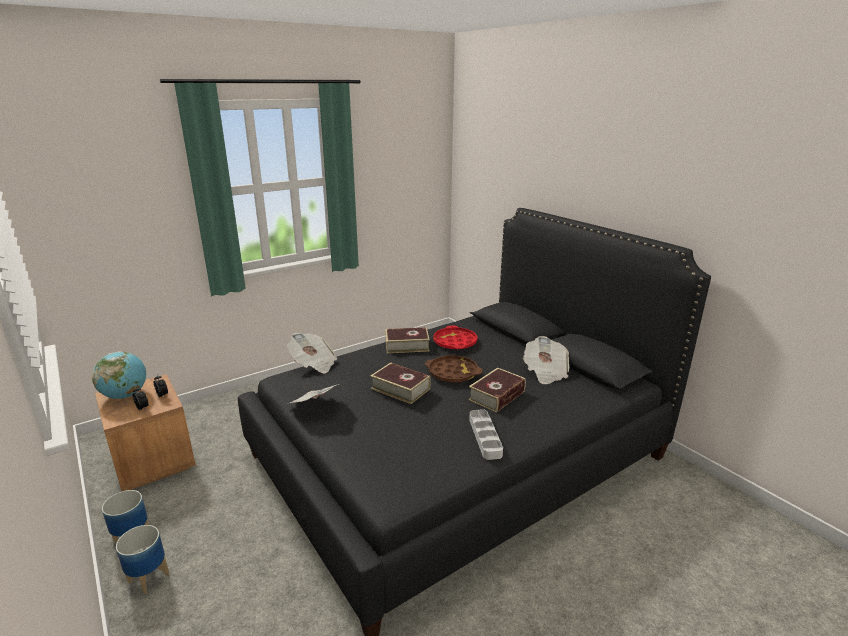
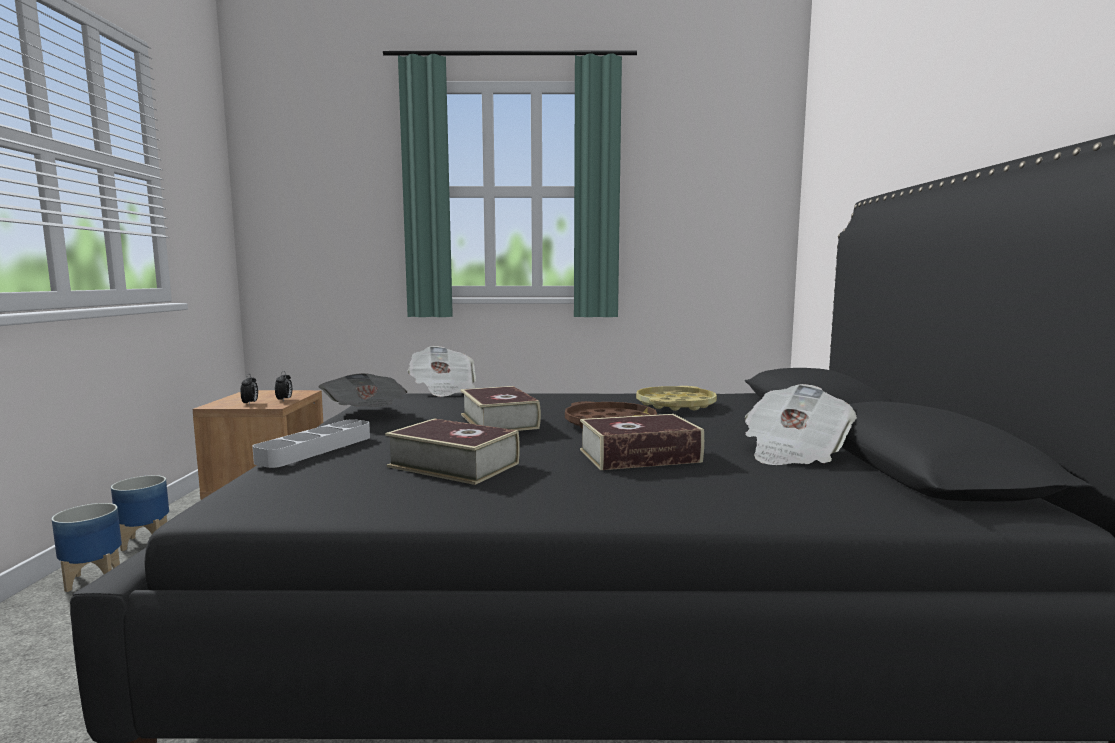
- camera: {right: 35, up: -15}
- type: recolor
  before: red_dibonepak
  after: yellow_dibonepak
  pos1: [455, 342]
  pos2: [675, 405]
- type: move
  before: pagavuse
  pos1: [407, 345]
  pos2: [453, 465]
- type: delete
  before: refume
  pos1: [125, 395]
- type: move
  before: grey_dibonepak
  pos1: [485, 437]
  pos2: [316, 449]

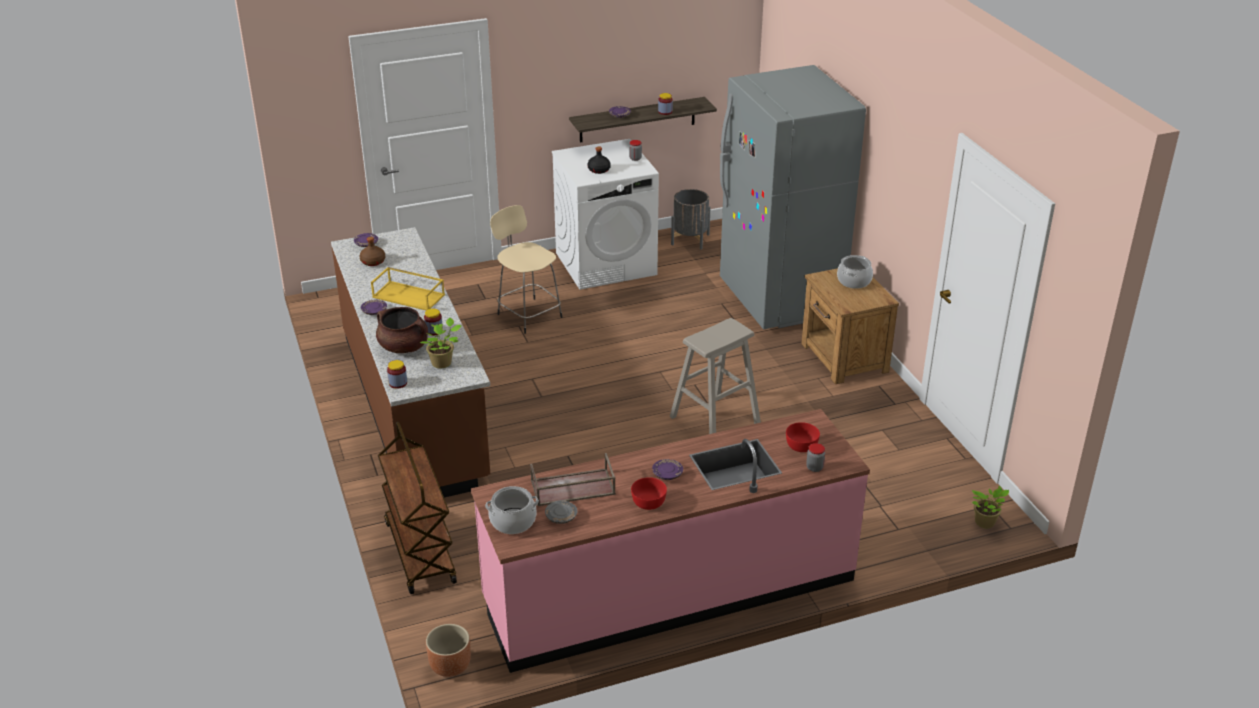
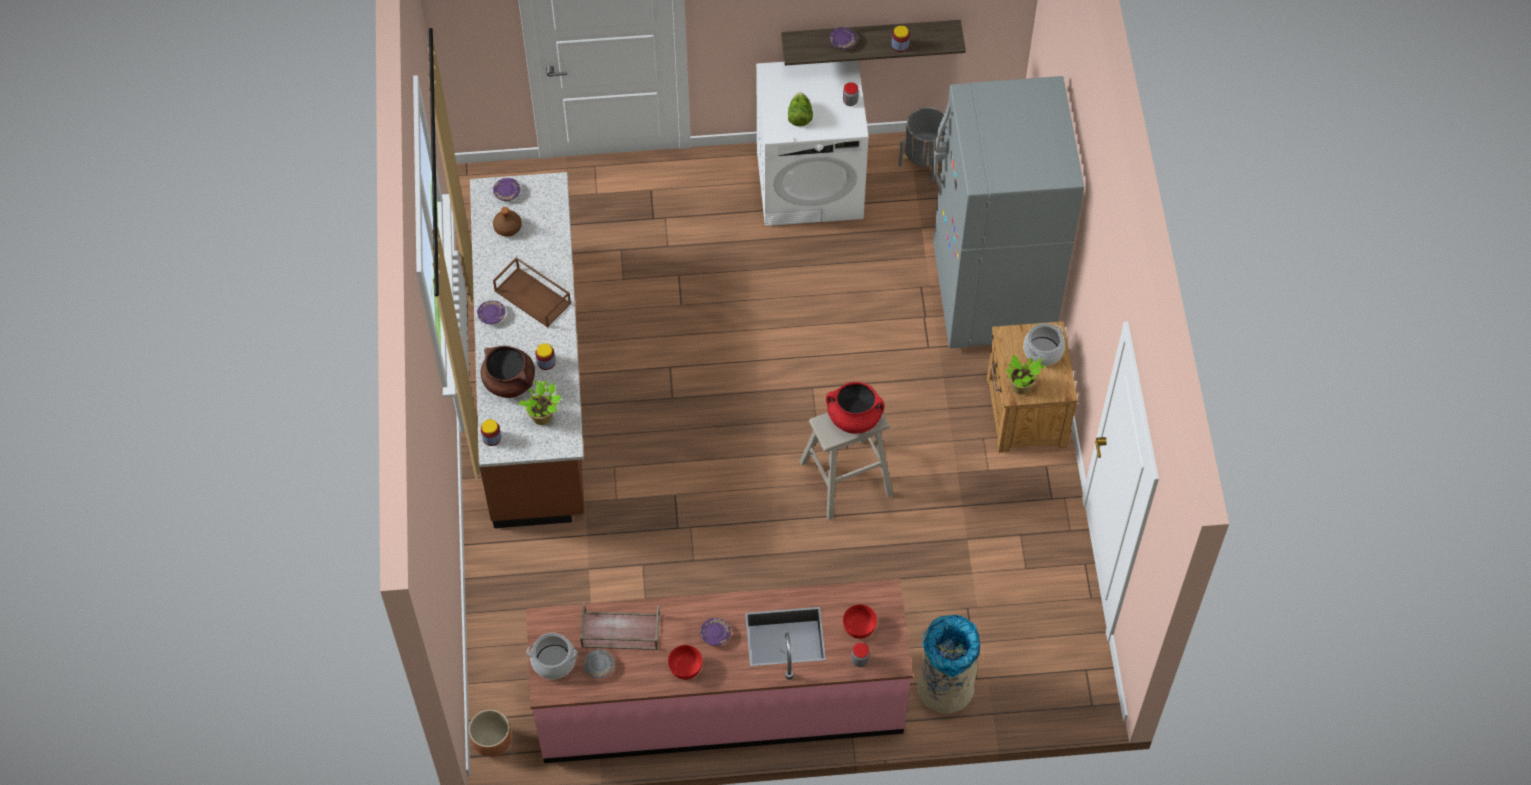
- camera: {right: 15, up: 25}
- type: replace
  before: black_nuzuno
  after: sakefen
  pos1: [598, 170]
  pos2: [799, 116]
- type: delete
  before: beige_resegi
  pos1: [528, 314]
- type: recolor
  before: yellow_dibonepak
  after: brown_dibonepak
  pos1: [409, 296]
  pos2: [534, 297]
- type: delete
  before: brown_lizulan
  pos1: [419, 552]
- type: move
  before: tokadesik
  pos1: [985, 523]
  pos2: [1021, 388]
- type: insert
  after: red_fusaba
  pos2: [854, 418]
- type: insert
  after: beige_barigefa
  pos2: [945, 688]

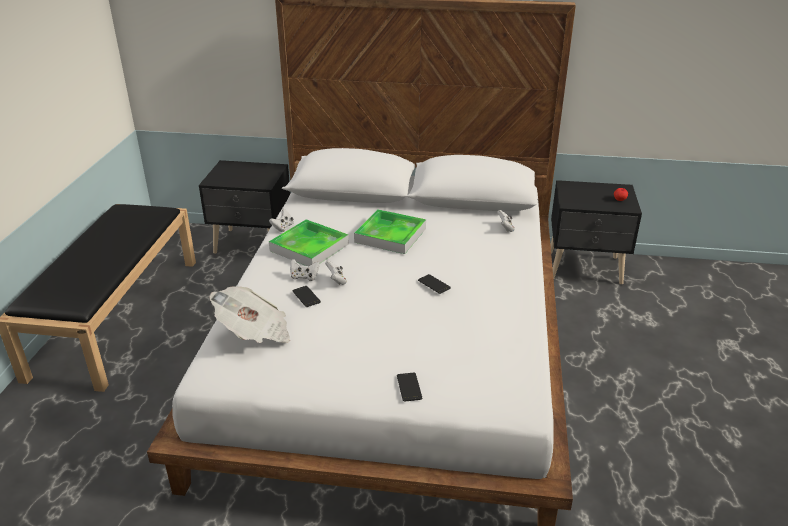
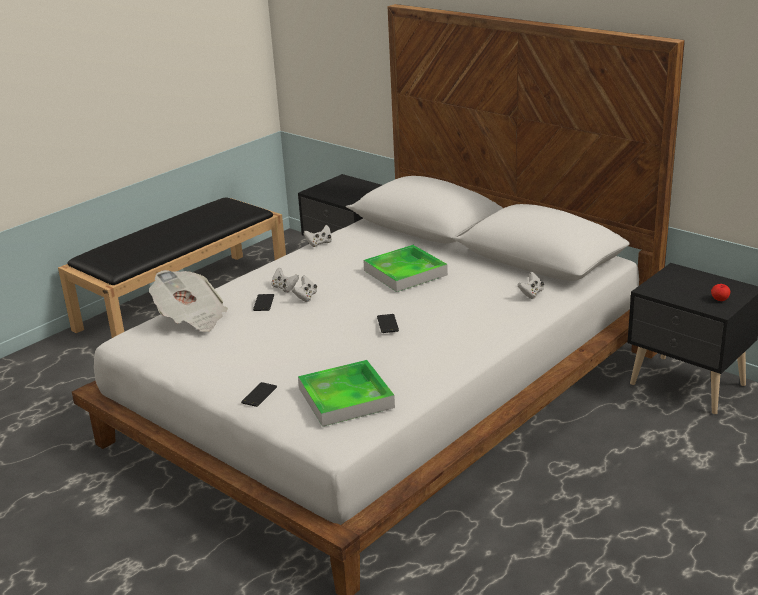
- camera: {right: 35, up: -5}
- type: move
  before: dibonepak
  pos1: [309, 247]
  pos2: [346, 398]

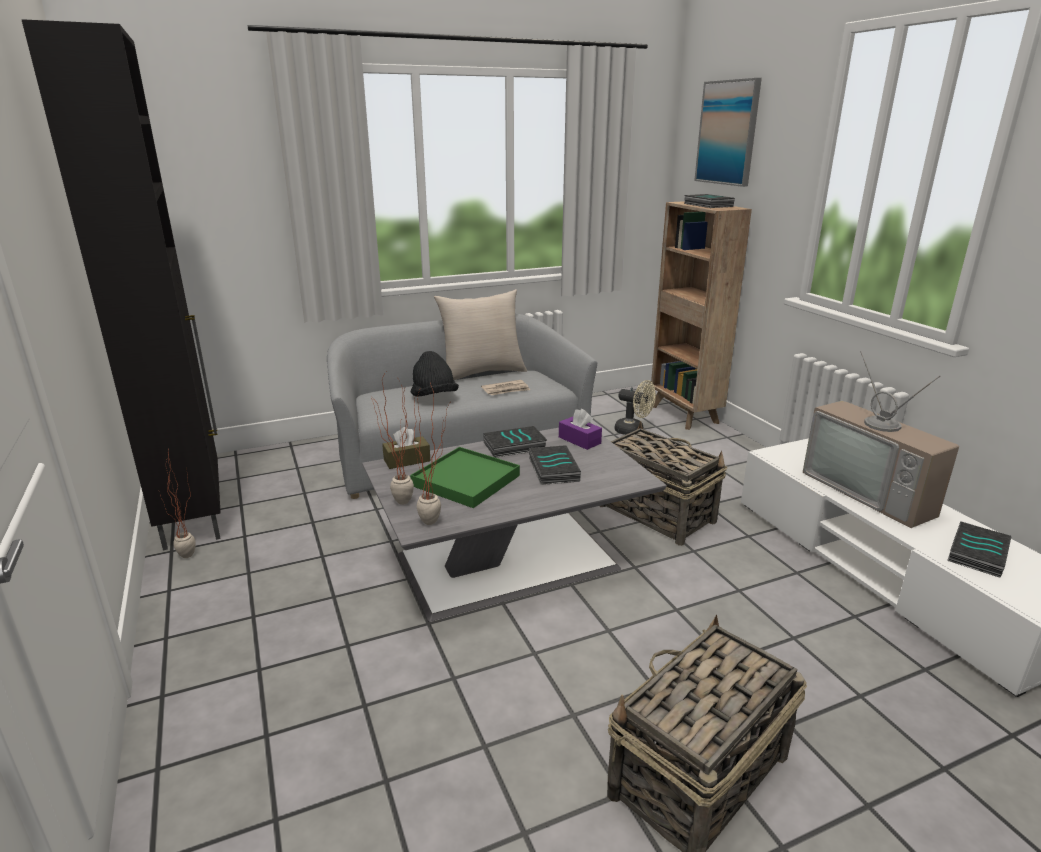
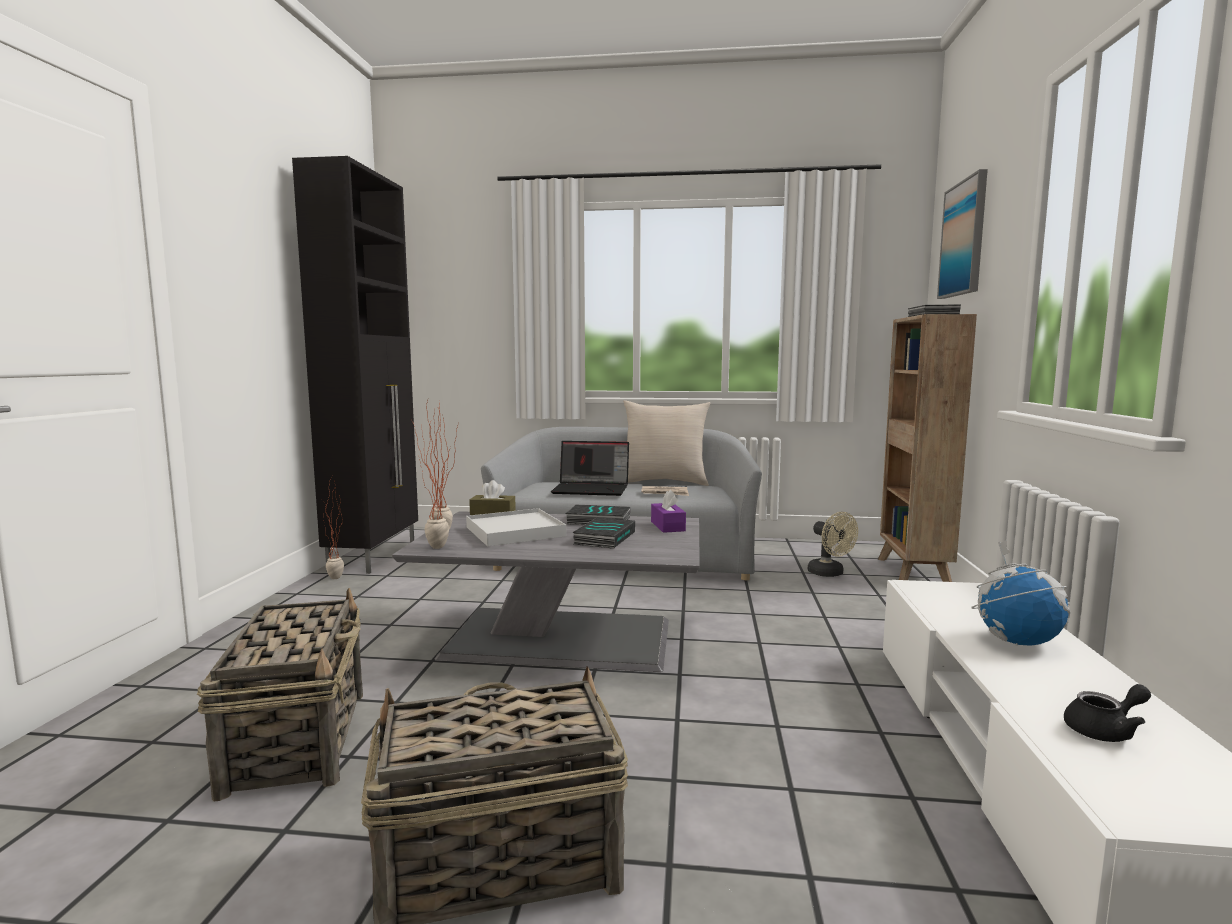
- camera: {right: 30, up: -15}
- type: replace
  before: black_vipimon
  after: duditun
  pos1: [434, 397]
  pos2: [592, 489]
- type: replace
  before: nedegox
  after: refume
  pos1: [873, 492]
  pos2: [1017, 641]
- type: move
  before: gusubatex
  pos1: [655, 512]
  pos2: [298, 739]
- type: recolor
  before: green_dibonepak
  after: white_dibonepak
  pos1: [466, 480]
  pos2: [515, 532]
- type: replace
  before: pagavuse
  after: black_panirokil
  pos1: [976, 553]
  pos2: [1105, 731]

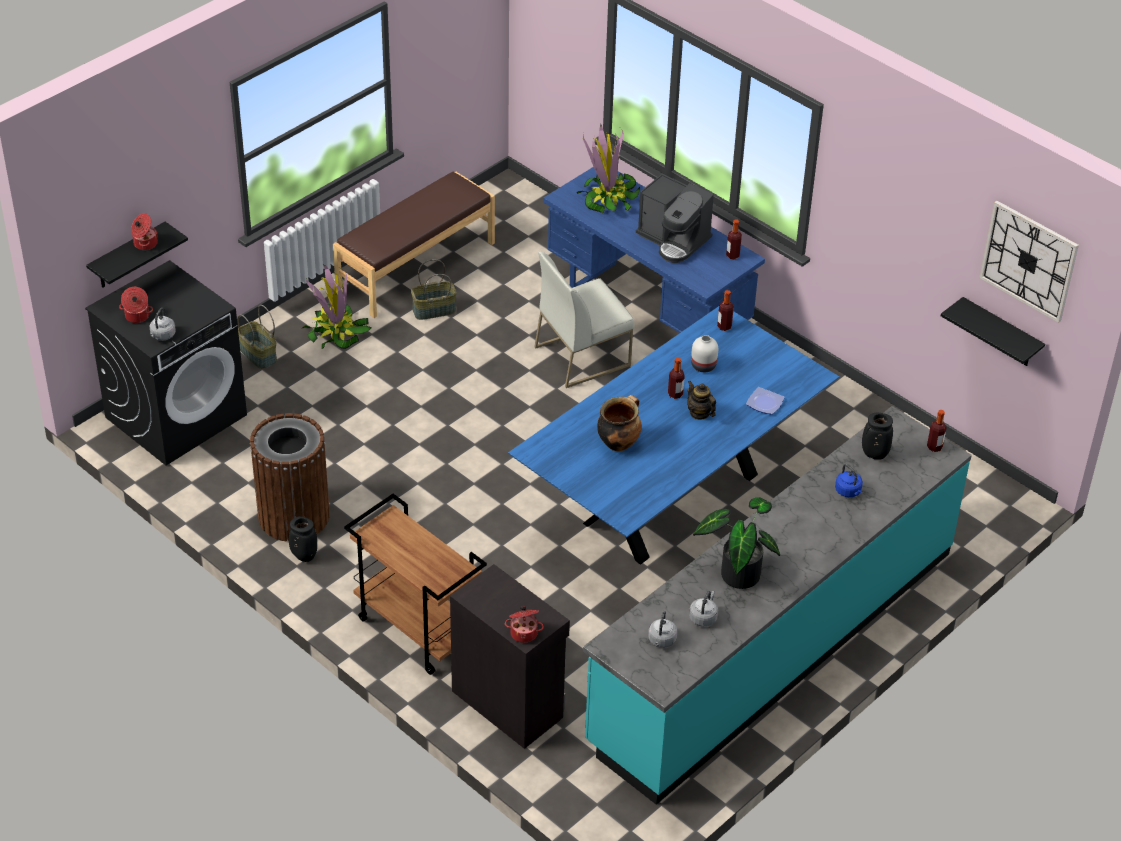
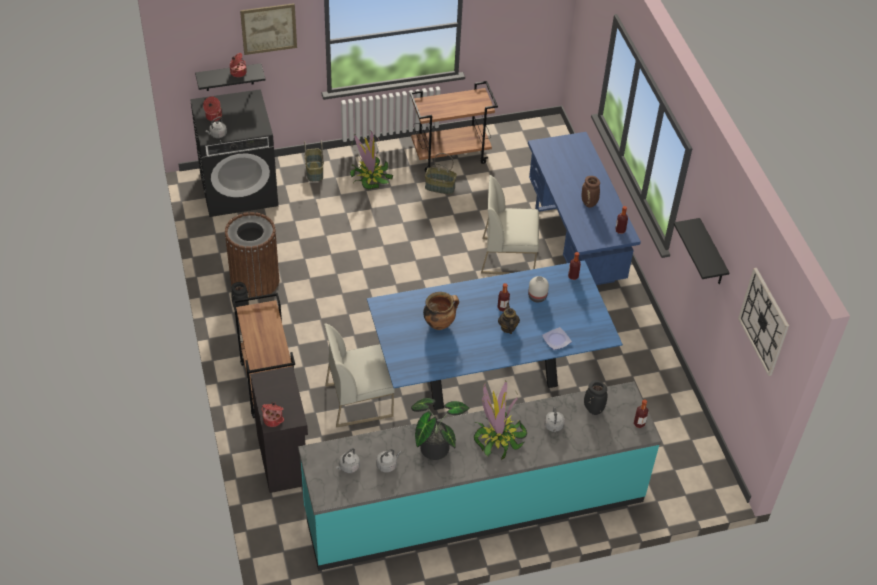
- camera: {right: 30, up: 5}
- type: move
  before: tokadesik
  pos1: [608, 197]
  pos2: [498, 437]
- type: replace
  before: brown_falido
  after: brown_lizulan
  pos1: [415, 267]
  pos2: [451, 154]
- type: replace
  before: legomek
  after: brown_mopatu
  pos1: [673, 240]
  pos2: [589, 203]
- type: move
  before: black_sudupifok
  pos1: [1000, 334]
  pos2: [711, 254]
- type: recolor
  before: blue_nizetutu
  after: grey_nizetutu
  pos1: [848, 491]
  pos2: [553, 426]
- type: insert
  after: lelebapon
  pos2: [269, 28]
- type: insert
  after: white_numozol
  pos2: [359, 400]

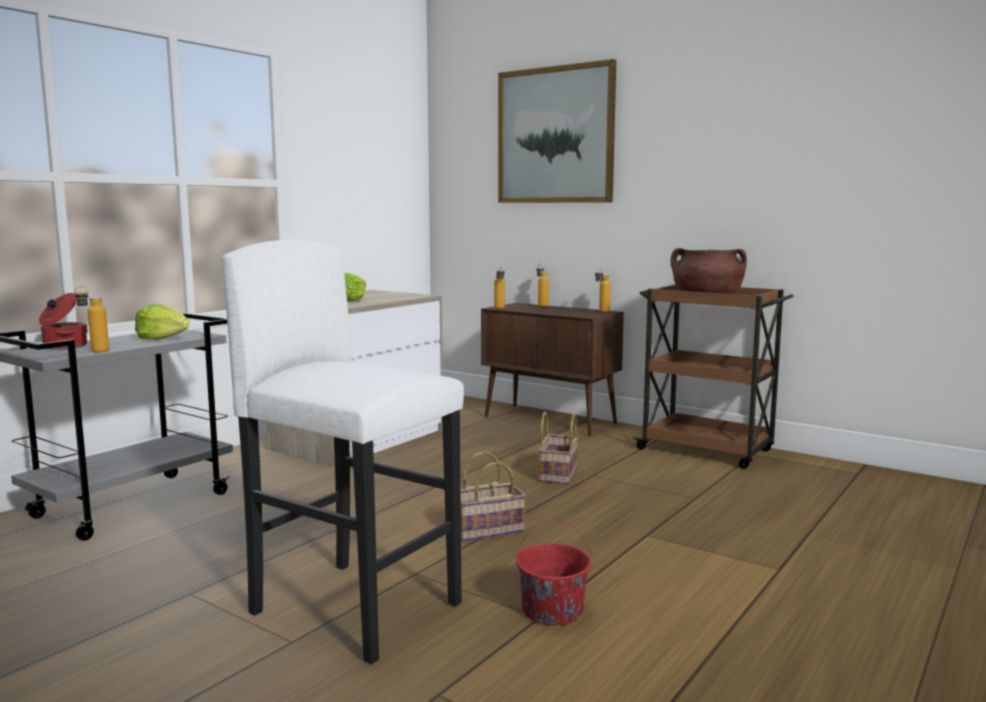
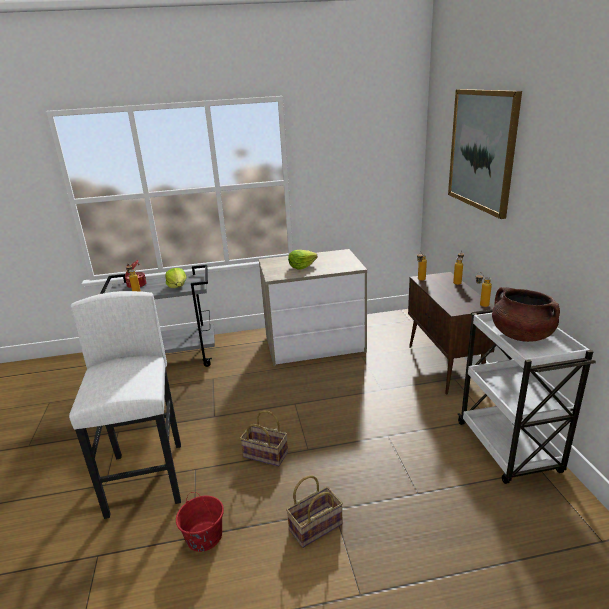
- camera: {right: 45, up: 15}
- type: recolor
  before: brown_lizulan
  after: white_lizulan
  pos1: [707, 450]
  pos2: [508, 448]
- type: move
  before: gusubatex
  pos1: [557, 473]
  pos2: [316, 525]

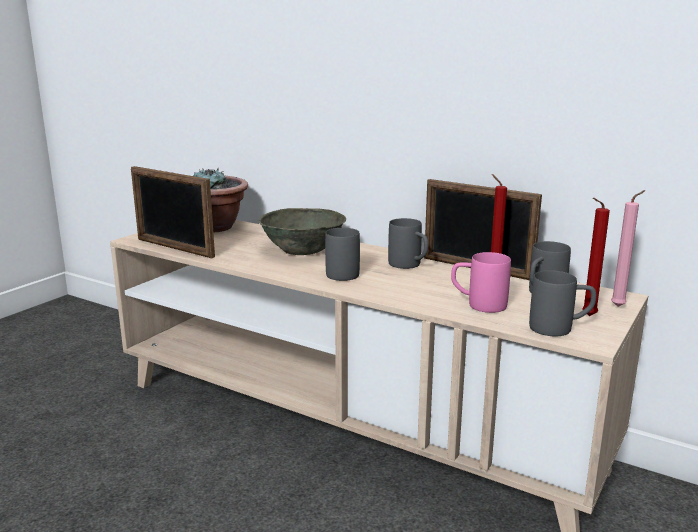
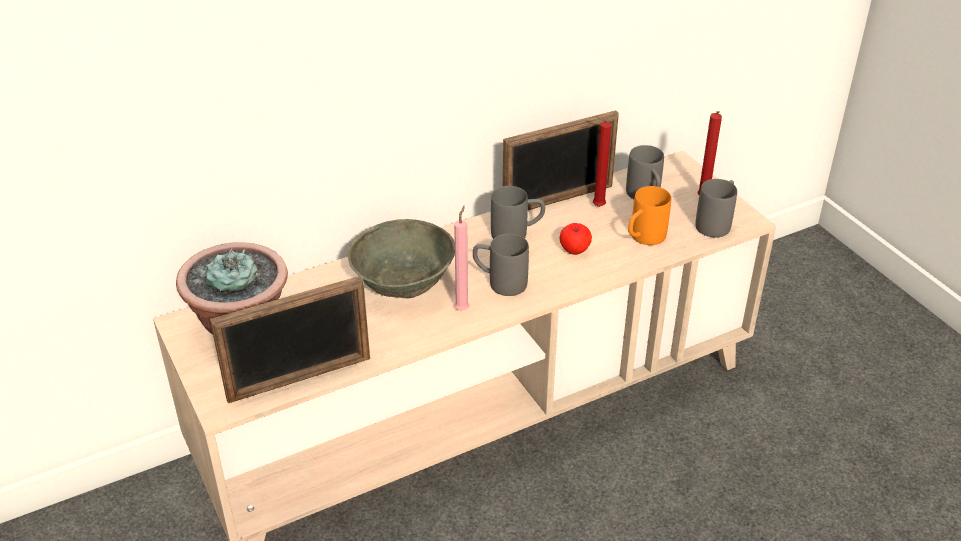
- camera: {right: -60, up: 20}
- type: move
  before: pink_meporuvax
  pos1: [620, 306]
  pos2: [462, 308]
- type: recolor
  before: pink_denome
  after: orange_denome
  pos1: [478, 305]
  pos2: [643, 239]
- type: insert
  after: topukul
  pos2: [575, 250]

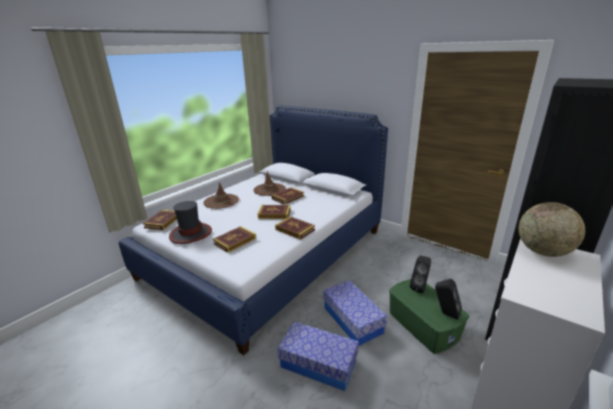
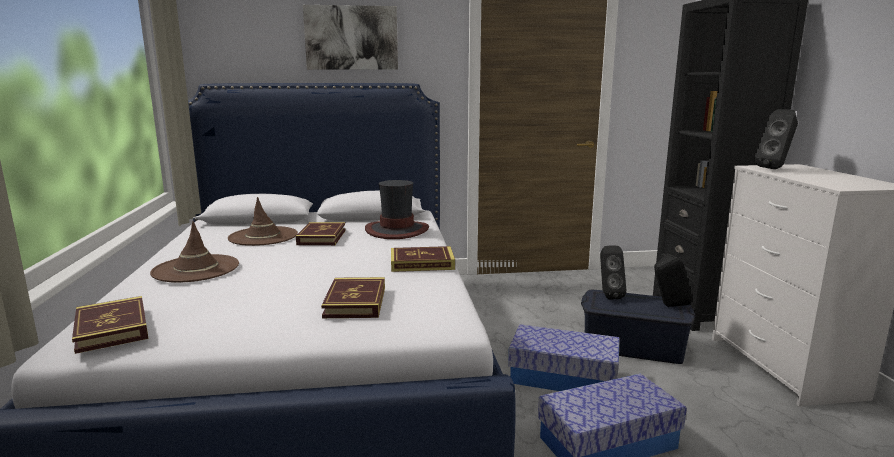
- camera: {right: -45, up: -10}
- type: move
  before: vipimon
  pos1: [190, 234]
  pos2: [397, 230]
- type: replace
  before: refume
  after: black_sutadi
  pos1: [543, 252]
  pos2: [775, 169]
- type: delete
  before: pagavuse
  pos1: [274, 214]
- type: recolor
  before: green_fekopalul
  after: blue_fekopalul
  pos1: [423, 325]
  pos2: [632, 345]
- type: insert
  after: lelebapon
  pos2: [351, 38]

